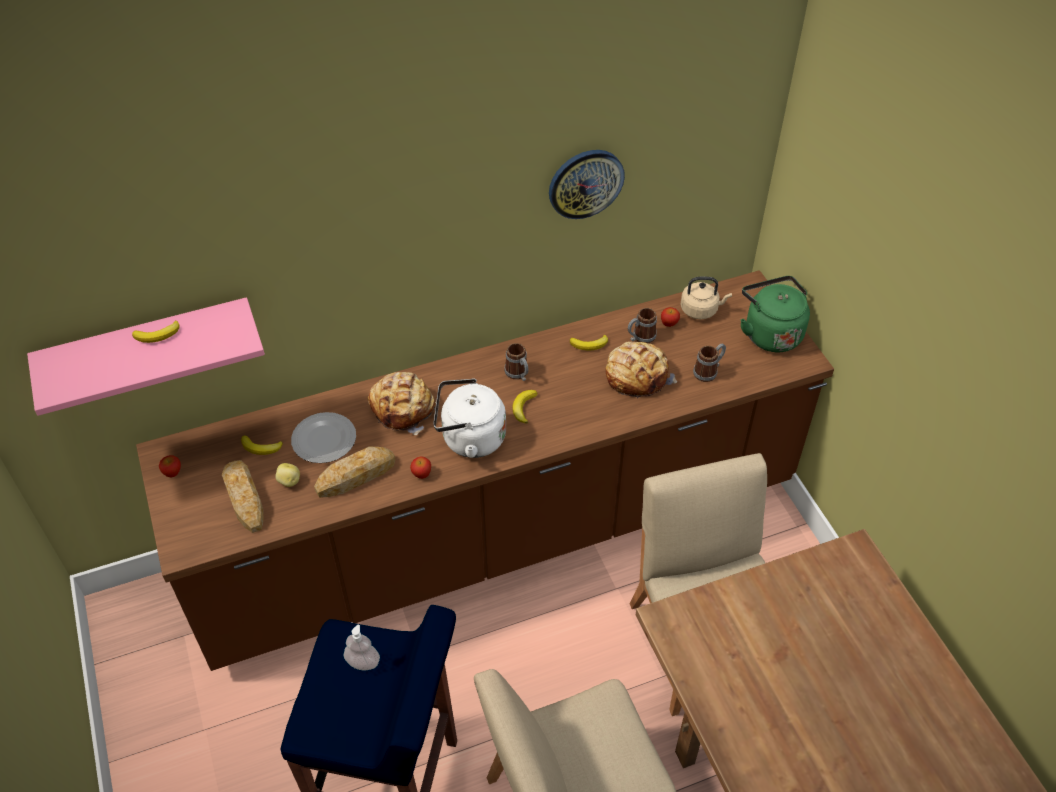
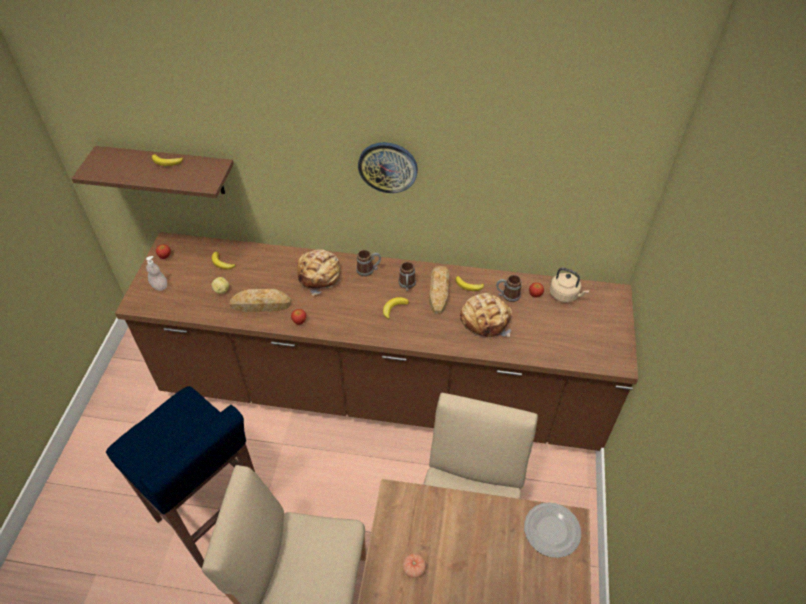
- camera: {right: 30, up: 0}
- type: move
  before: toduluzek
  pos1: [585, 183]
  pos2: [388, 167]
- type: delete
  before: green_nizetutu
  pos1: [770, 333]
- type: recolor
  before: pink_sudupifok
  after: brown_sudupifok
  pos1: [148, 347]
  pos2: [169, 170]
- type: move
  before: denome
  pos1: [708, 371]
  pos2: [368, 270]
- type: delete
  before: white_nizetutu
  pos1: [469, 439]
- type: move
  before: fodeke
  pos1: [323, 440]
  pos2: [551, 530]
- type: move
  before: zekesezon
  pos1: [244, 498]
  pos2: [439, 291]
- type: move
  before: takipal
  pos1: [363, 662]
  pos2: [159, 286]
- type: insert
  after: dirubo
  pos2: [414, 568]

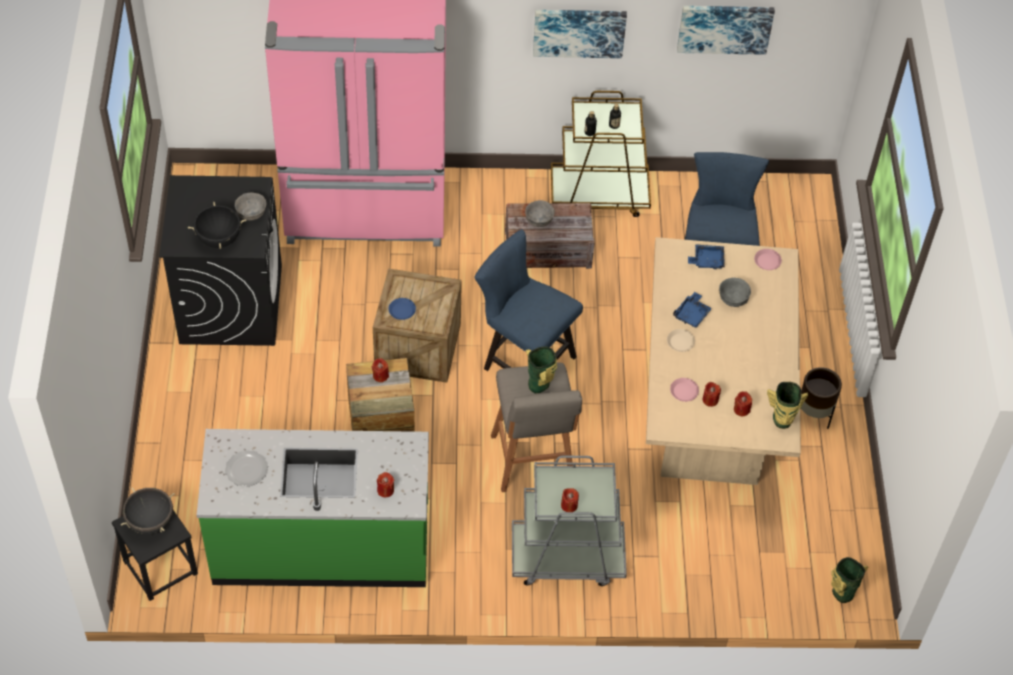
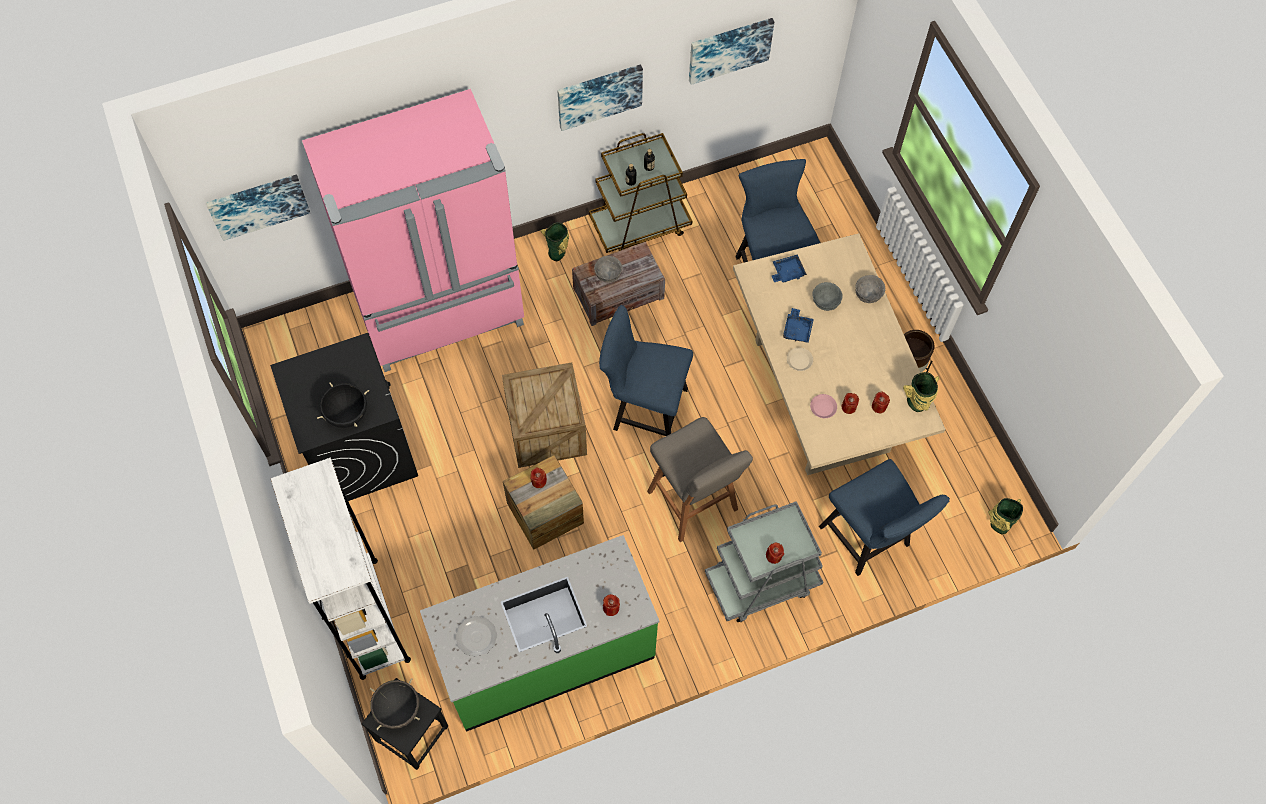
- camera: {right: -20, up: 10}
- type: move
  before: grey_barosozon
  pos1: [251, 214]
  pos2: [868, 295]
- type: delete
  before: pink_fodeke
  pos1: [767, 261]
- type: delete
  before: blue_fodeke
  pos1: [402, 310]
- type: move
  before: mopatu
  pos1: [540, 384]
  pos2: [558, 252]
- type: insert
  after: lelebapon
  pos2: [258, 205]
- type: insert
  after: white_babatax
  pos2: [368, 617]
- type: insert
  after: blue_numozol
  pos2: [869, 540]

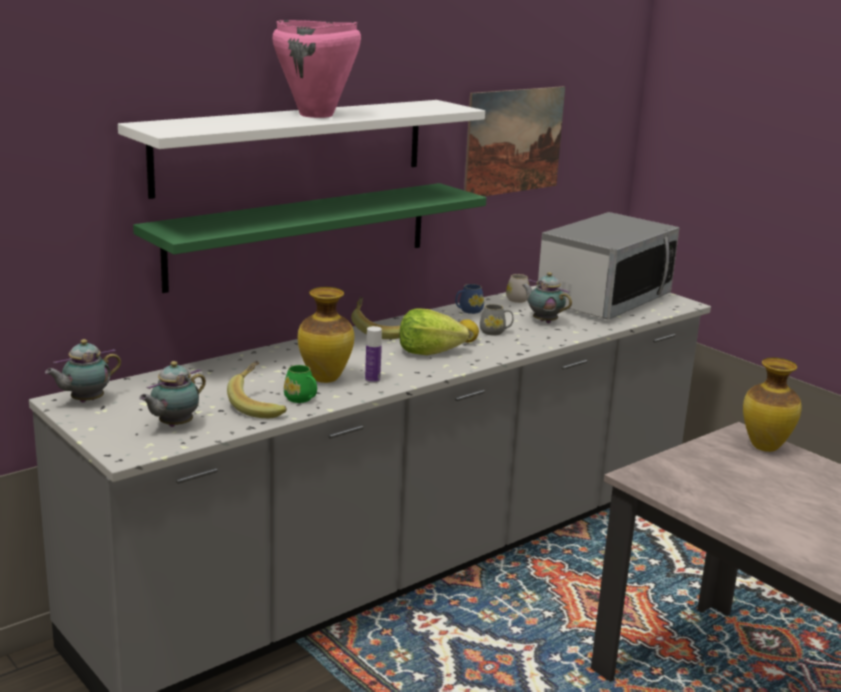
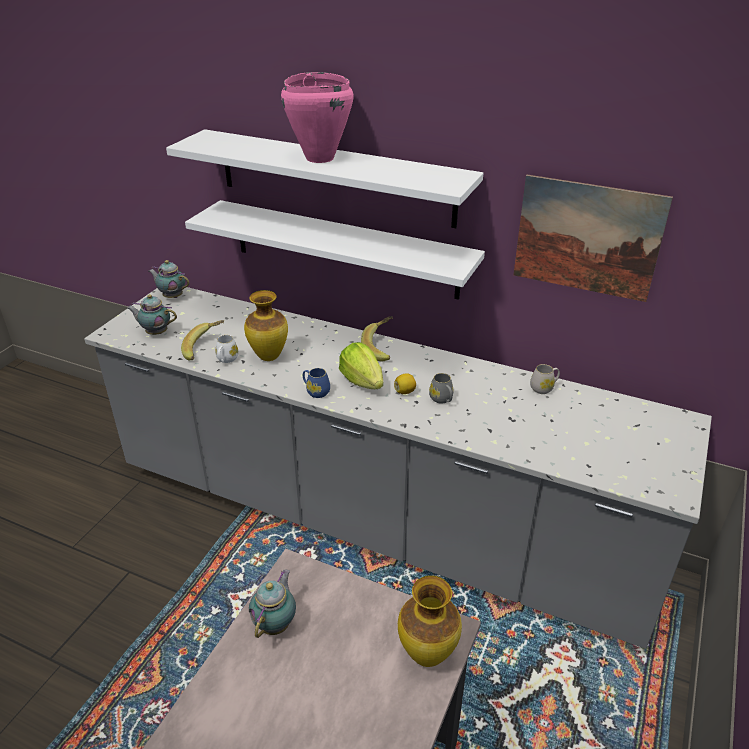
- camera: {right: 65, up: 15}
- type: recolor
  before: green_sudupifok
  after: white_sudupifok
  pos1: [301, 235]
  pos2: [344, 249]
- type: delete
  before: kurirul
  pos1: [603, 300]
- type: move
  before: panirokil
  pos1: [543, 321]
  pos2: [276, 623]
- type: move
  before: blue_denome
  pos1: [468, 311]
  pos2: [316, 391]
- type: delete
  before: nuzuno
  pos1: [372, 380]
- type: recolor
  before: green_denome
  after: white_denome
  pos1: [302, 399]
  pos2: [226, 360]

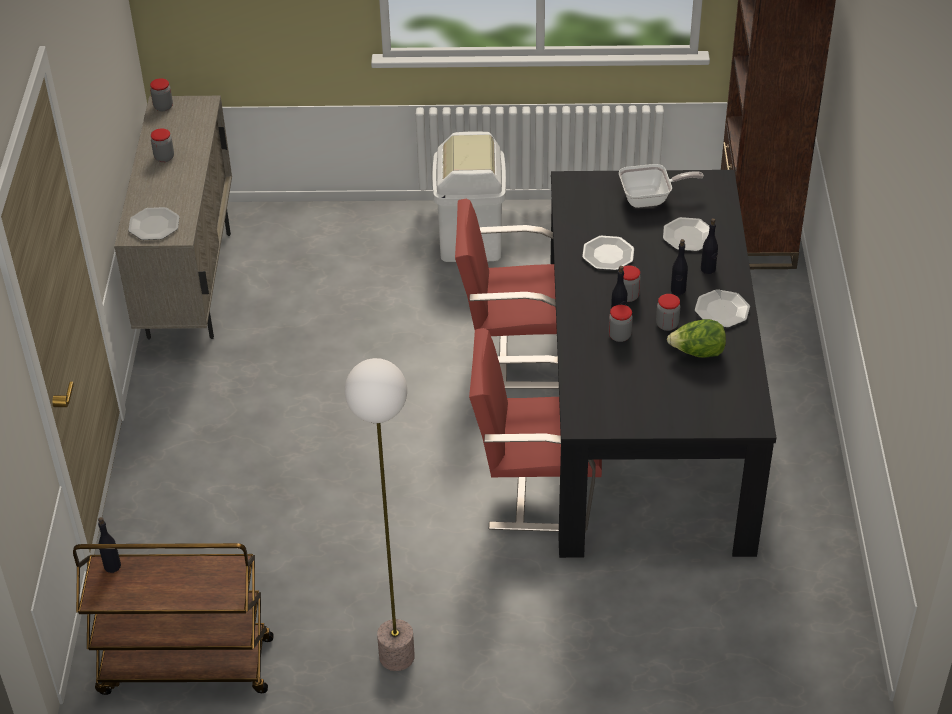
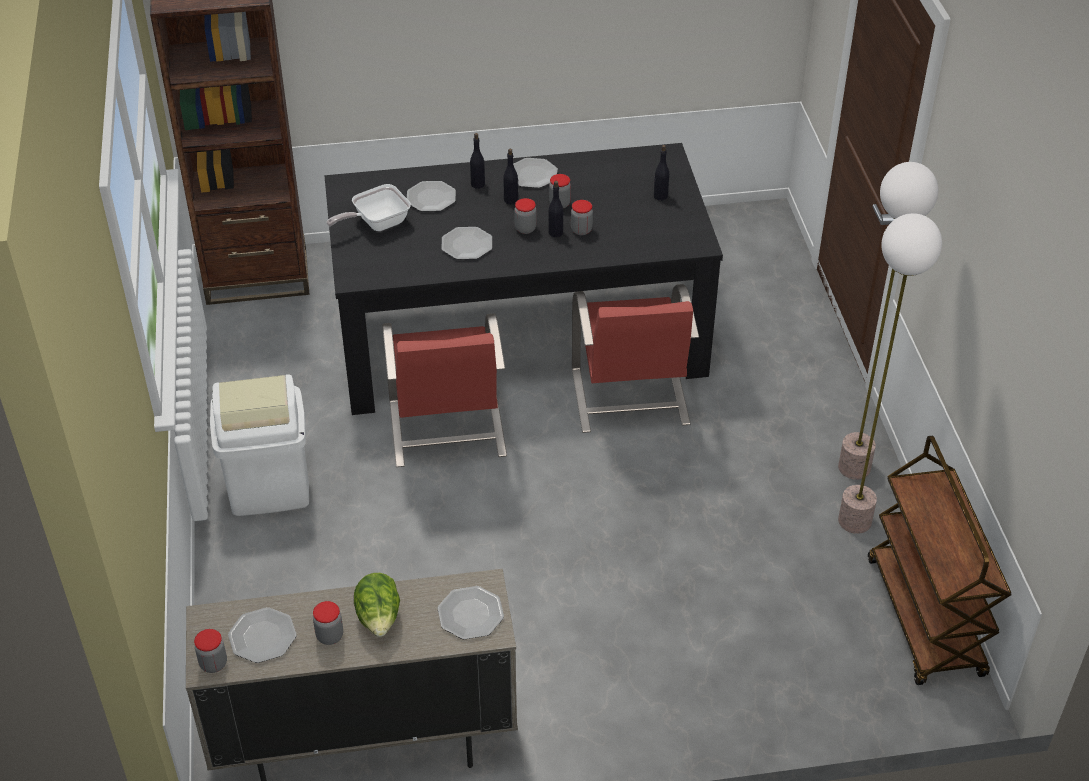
- camera: {right: -100, up: 0}
- type: rotate
  before: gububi
  pos1: [650, 199]
  pos2: [376, 223]
  turn: -105
- type: move
  before: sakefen
  pos1: [697, 353]
  pos2: [379, 618]
- type: move
  before: black_nuzuno
  pos1: [112, 566]
  pos2: [660, 196]
- type: insert
  after: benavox
  pos2: [855, 520]
- type: insert
  after: fodeke
  pos2: [262, 636]

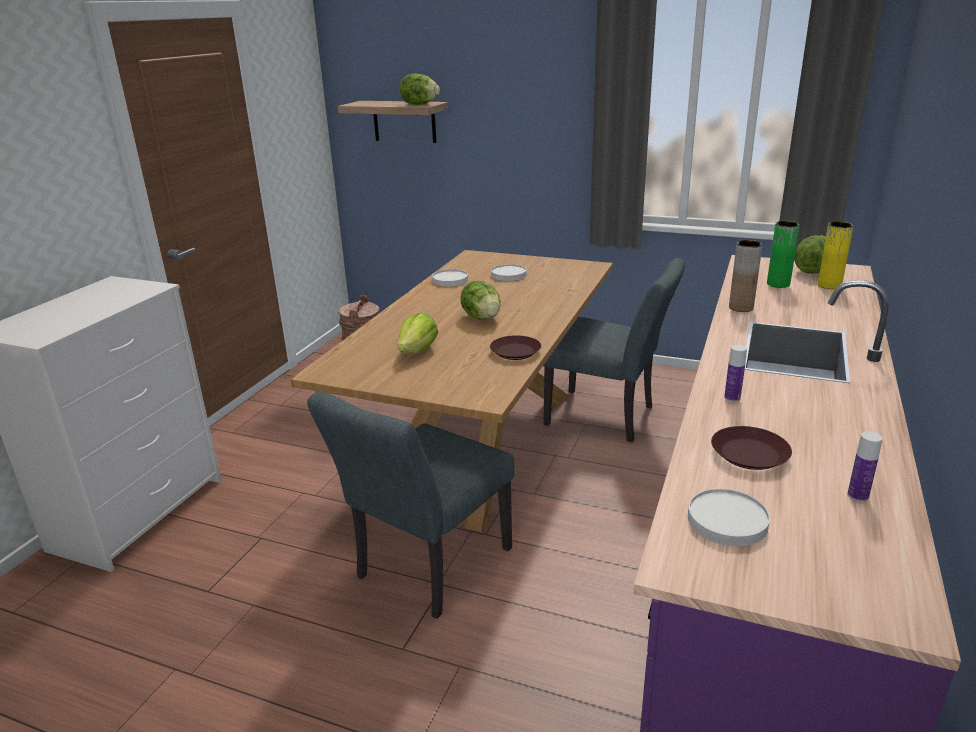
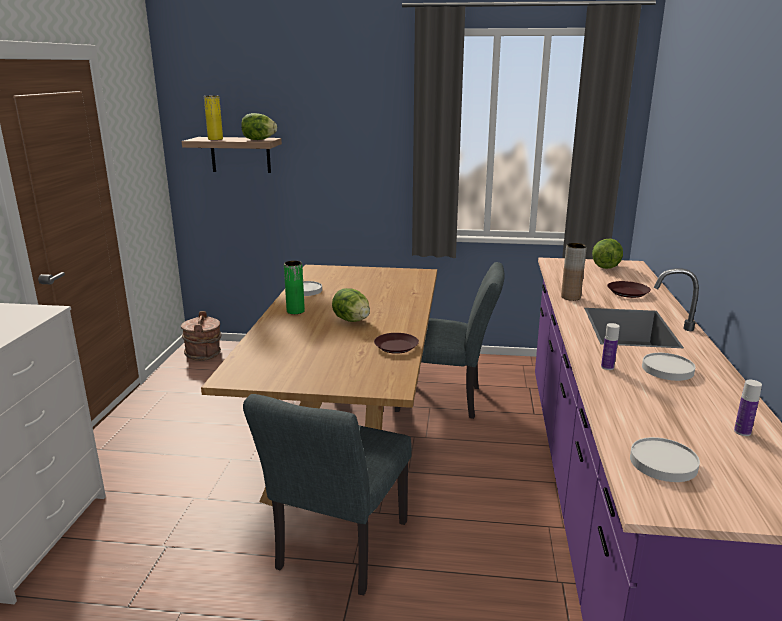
- camera: {right: -15, up: -5}
- type: move
  before: green_mopatu
  pos1: [778, 284]
  pos2: [295, 311]
- type: move
  before: yellow_mopatu
  pos1: [829, 285]
  pos2: [215, 139]
- type: move
  before: white_fodeke
  pos1: [508, 275]
  pos2: [667, 369]
- type: delete
  before: sakefen
  pos1: [418, 351]
- type: move
  before: brown_fodeke
  pos1: [750, 454]
  pos2: [628, 292]

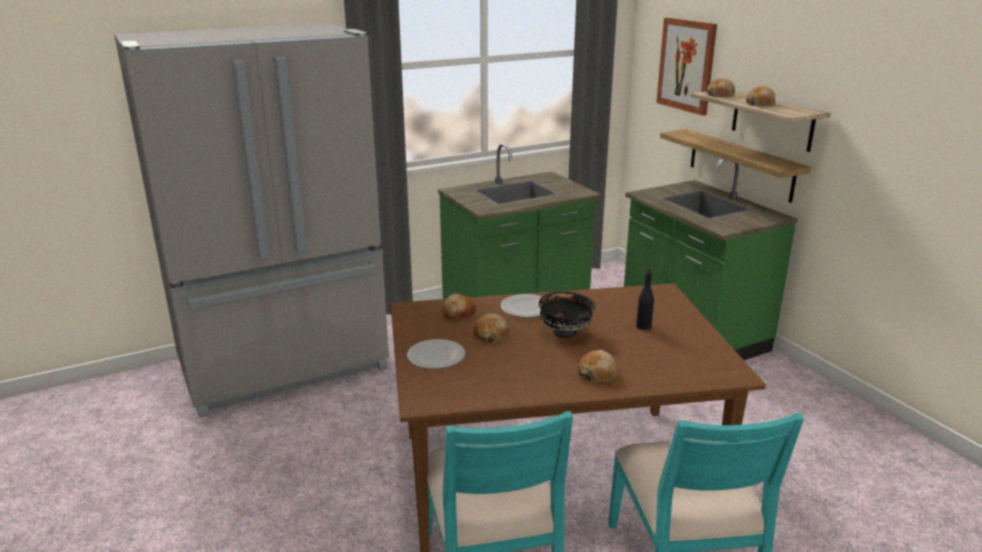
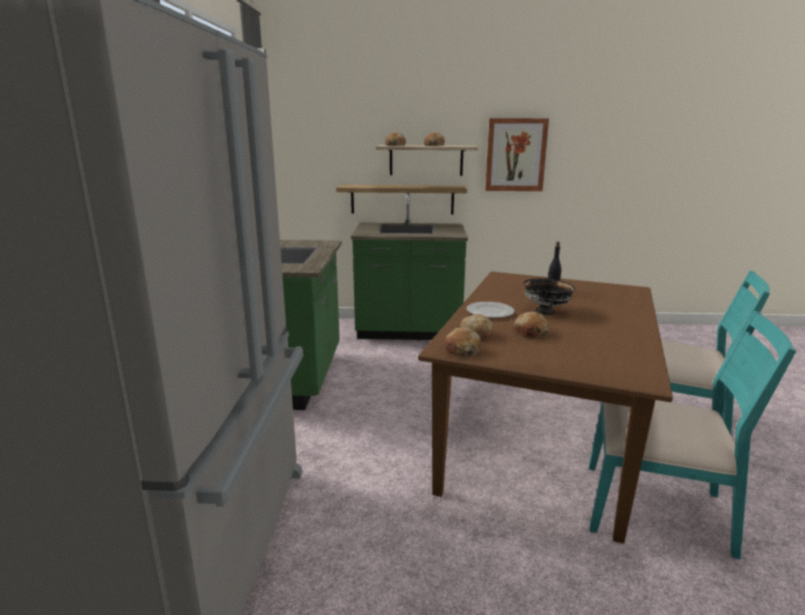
- camera: {right: -60, up: -5}
- type: move
  before: lelebapon
  pos1: [686, 65]
  pos2: [515, 155]
- type: delete
  before: fodeke
  pos1: [437, 356]
- type: move
  before: zekesezon
  pos1: [597, 373]
  pos2: [462, 350]

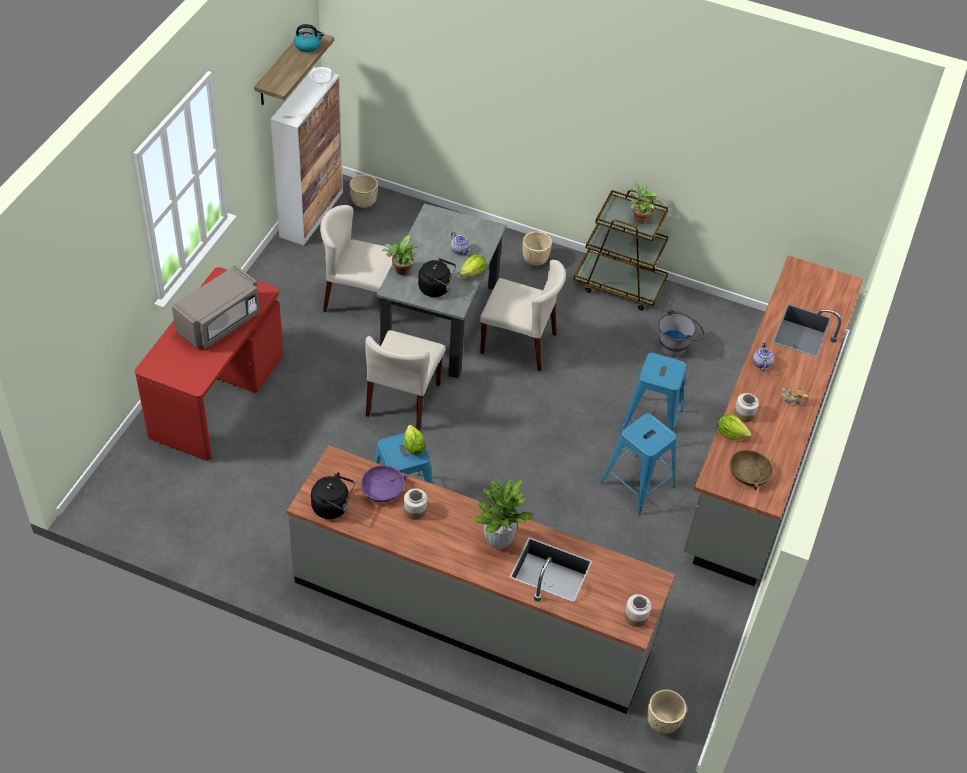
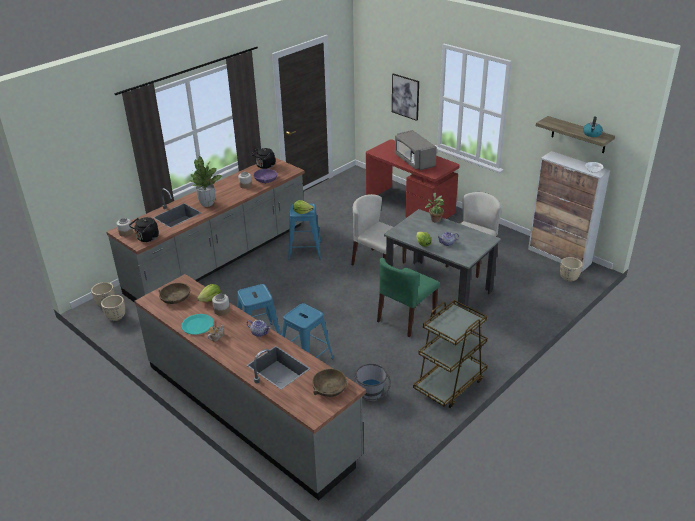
- camera: {right: 115, up: -15}
- type: delete
  before: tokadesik
  pos1: [639, 218]
- type: move
  before: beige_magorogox
  pos1: [535, 260]
  pos2: [116, 317]
- type: move
  before: black_nizetutu
  pos1: [436, 288]
  pos2: [147, 238]
- type: recolor
  before: beige_numozol
  after: green_numozol
  pos1: [519, 343]
  pos2: [406, 318]
- type: insert
  after: lelebapon
  pos2: [405, 96]
- type: insert
  after: turquoise_fodeke
  pos2: [197, 325]
- type: insert
  after: brown_barosozon
  pos2: [329, 388]

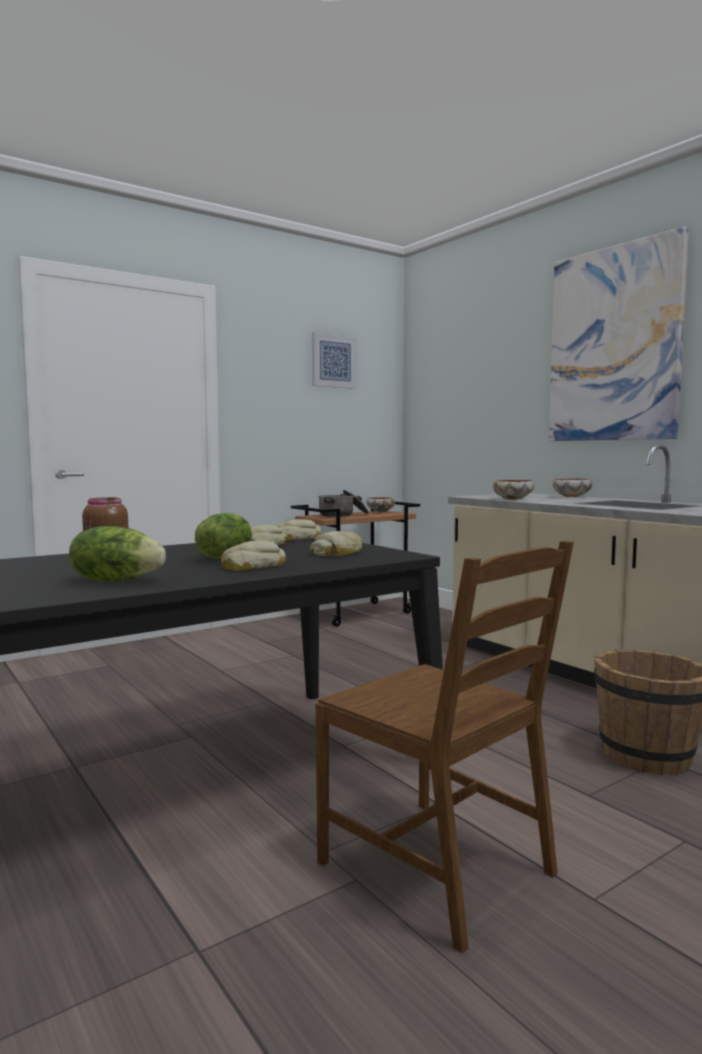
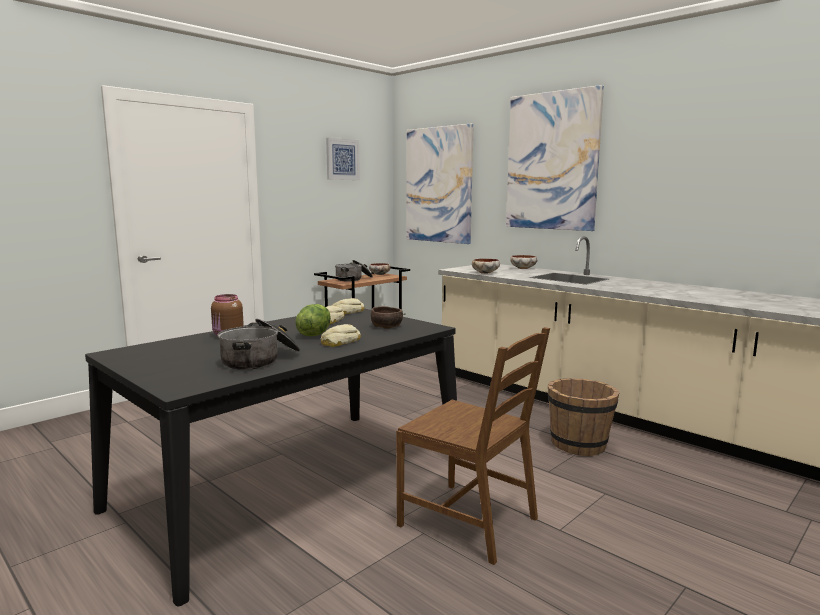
- camera: {right: -10, up: 5}
- type: replace
  before: sakefen
  after: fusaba
  pos1: [116, 580]
  pos2: [260, 359]
- type: replace
  before: zekesezon
  after: brown_barosozon
  pos1: [339, 552]
  pos2: [387, 326]
- type: insert
  after: lelebapon
  pos2: [439, 185]

